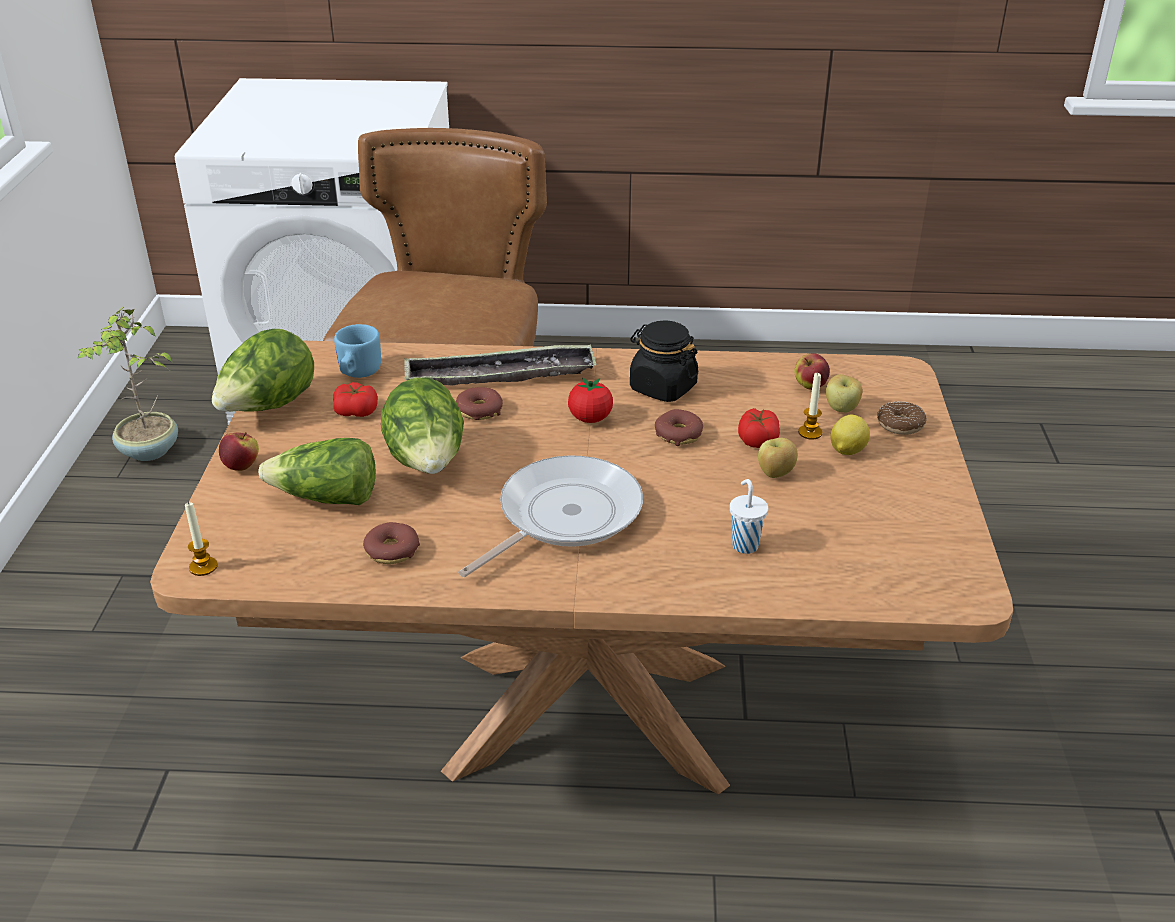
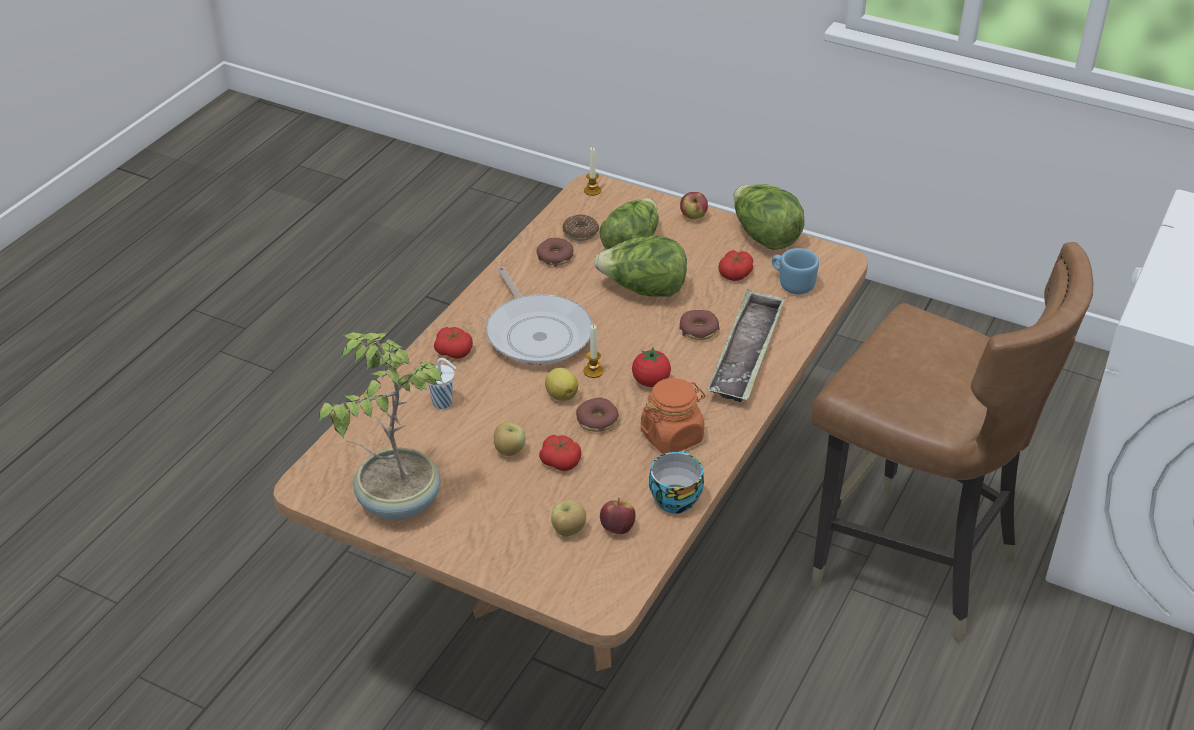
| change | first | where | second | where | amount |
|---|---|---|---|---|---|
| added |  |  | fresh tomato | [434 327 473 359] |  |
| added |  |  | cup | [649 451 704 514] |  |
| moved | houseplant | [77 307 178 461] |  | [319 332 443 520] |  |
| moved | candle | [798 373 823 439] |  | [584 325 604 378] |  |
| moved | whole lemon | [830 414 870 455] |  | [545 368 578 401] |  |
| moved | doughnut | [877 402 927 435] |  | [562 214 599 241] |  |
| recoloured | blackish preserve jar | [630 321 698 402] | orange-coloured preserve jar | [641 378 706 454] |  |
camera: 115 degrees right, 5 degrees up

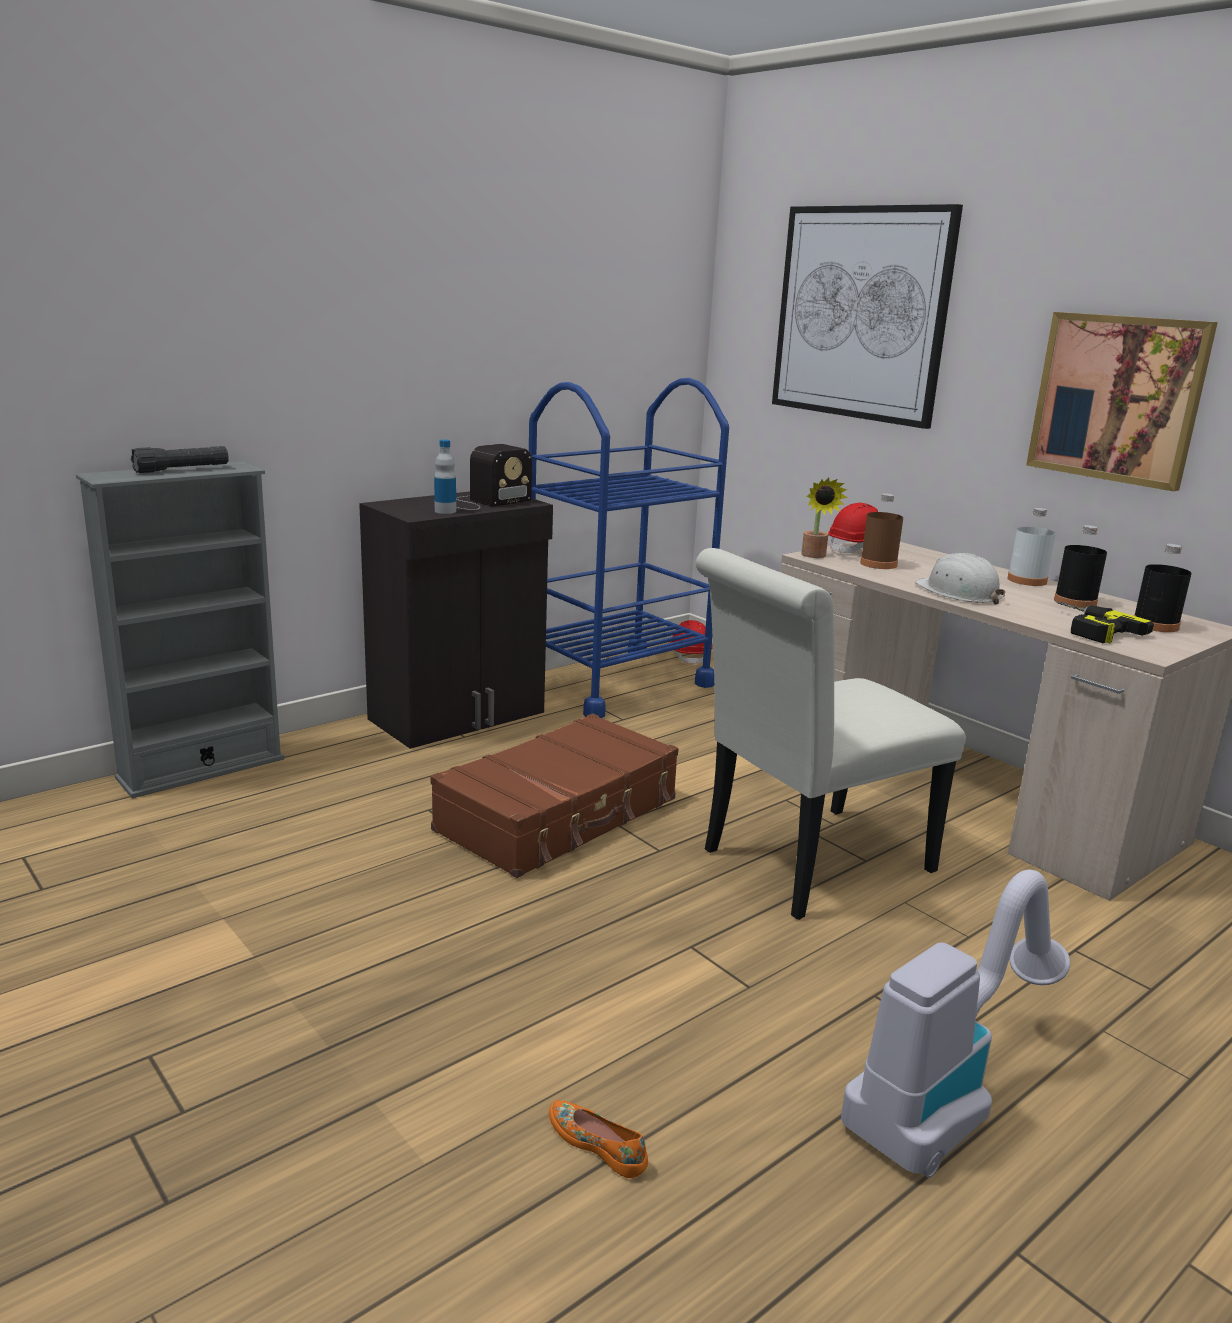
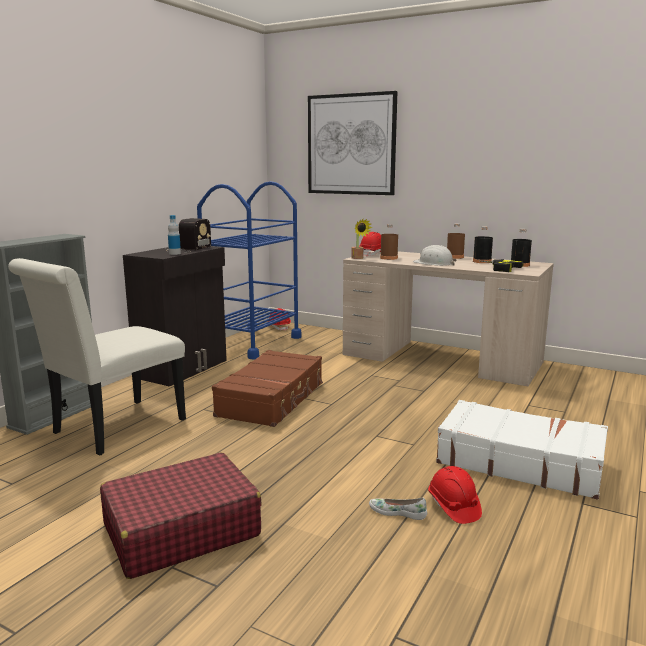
| change | first | where | second | where | amount |
|---|---|---|---|---|---|
| removed | blackish torch | [131 446 228 473] |  |  |  |
| removed | wall picture | [1026 312 1218 491] |  |  |  |
| added |  |  | red suitcase | [100 452 262 579] |  |
| added |  |  | red hard hat | [428 466 482 524] |  |
| moved | whitish chair | [696 548 966 920] |  | [8 258 186 455] |  |
| replaced | vacuum cleaner | [841 870 1070 1178] | whitish suitcase | [436 400 608 500] |  |
| recoloured | orange-coloured low shoe | [549 1100 648 1178] | whitish low shoe | [369 498 427 520] |  |
| recoloured | whitish beverage bottle | [1007 508 1056 586] | brown-coloured beverage bottle | [447 223 465 259] |  |
camera: 20 degrees left, 5 degrees down

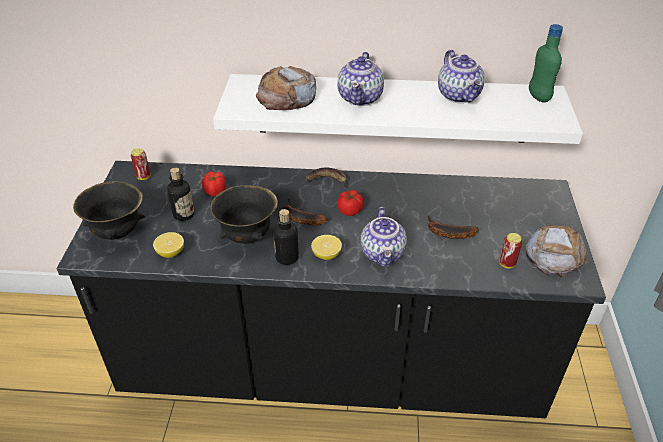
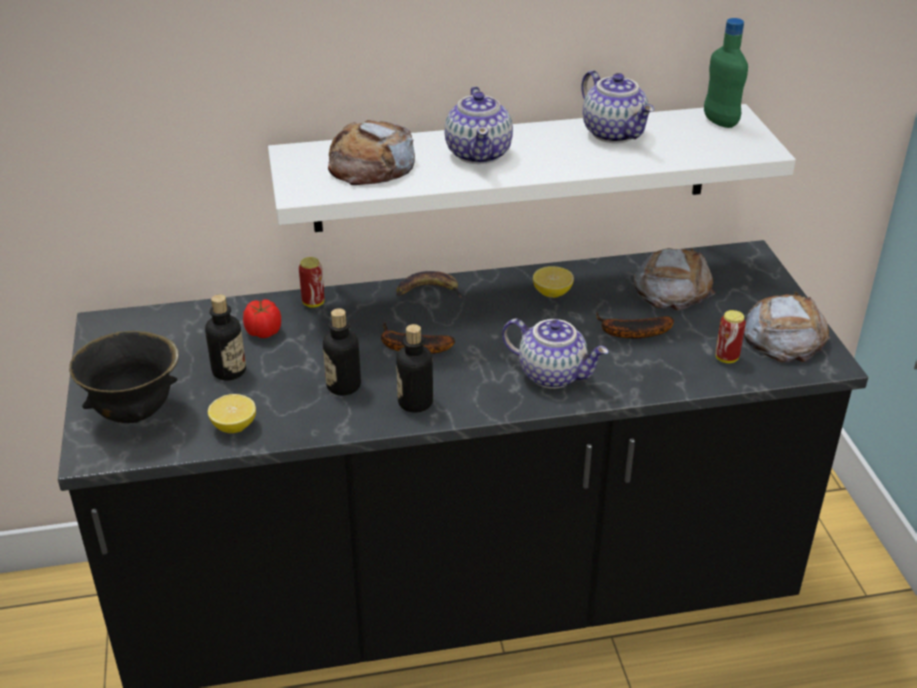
| change | first | where | second | where | amount |
|---|---|---|---|---|---|
| removed | fresh tomato | [337 190 364 216] |  |  |  |
| added |  |  | bakery bread | [634 247 715 311] |  |
| moved | metal can | [131 148 150 180] |  | [299 257 324 308] |  |
| moved | whole lemon | [311 235 342 260] |  | [533 266 574 298] |  |
| replaced | blackish deep dish | [210 185 278 244] | beverage bottle | [323 308 361 396] |  |
| turned | teapot | [361 207 407 267] |  | [502 319 609 389] | 45 degrees counterclockwise |
camera: 15 degrees left, 5 degrees down

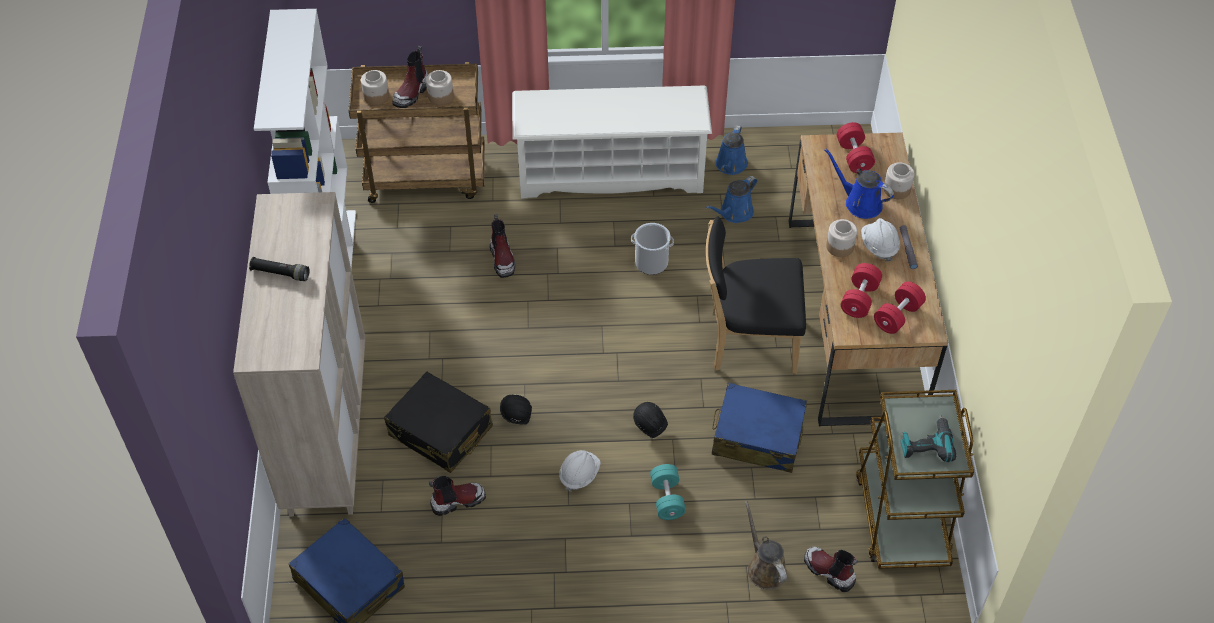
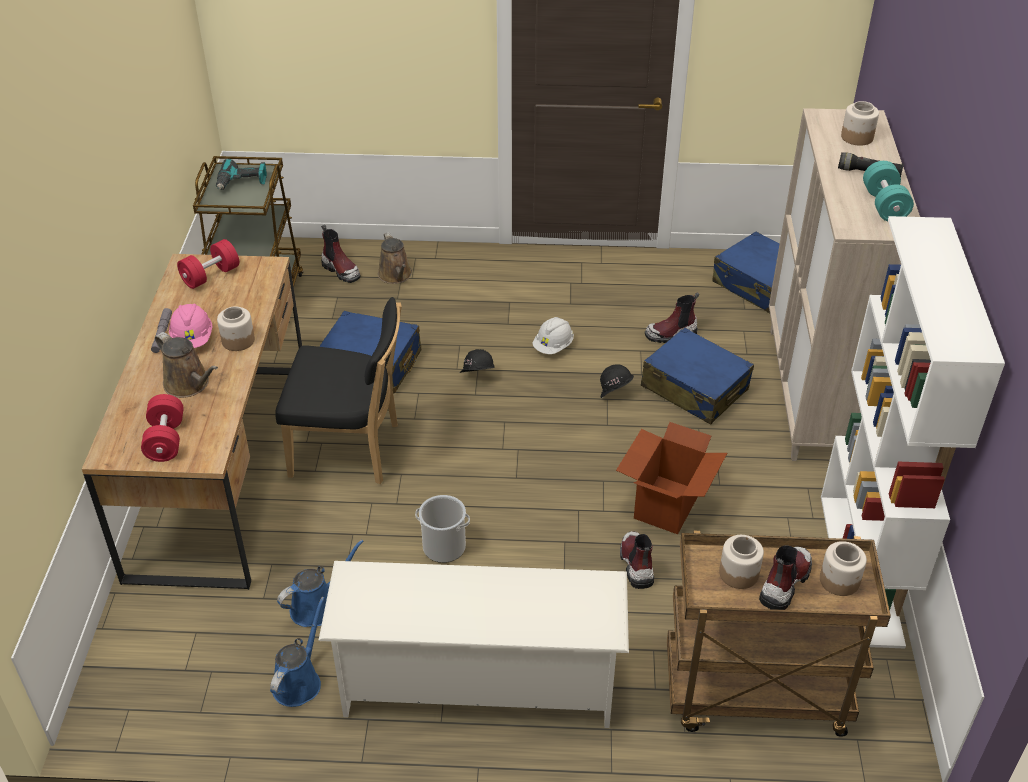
| change | first | where | second | where | amount |
|---|---|---|---|---|---|
| removed | red free weight | [841 263 882 318] |  |  |  |
| added |  |  | packing box | [616 422 727 534] |  |
| moved | turquoise-coloured free weight | [650 464 686 520] |  | [863 161 914 221] |  |
| moved | preserve jar | [884 162 915 199] |  | [841 101 879 146] |  |
| recoloured | blackish suitcase | [384 371 493 473] | bluish suitcase | [641 327 754 425] |  |
| recoloured | bluish watering can | [825 149 894 219] | brown-coloured watering can | [155 332 218 398] |  |
| recoloured | whitish hard hat | [861 218 900 262] | pinkish hard hat | [169 303 213 348] |  |
camera: 175 degrees left, 10 degrees down

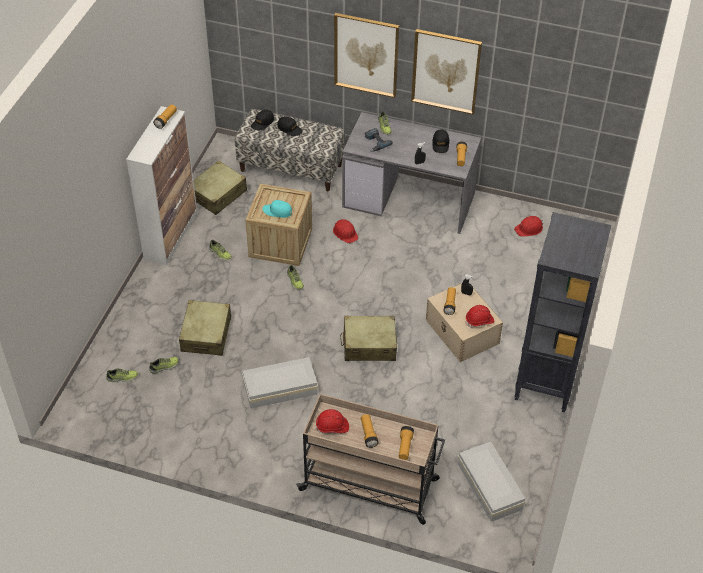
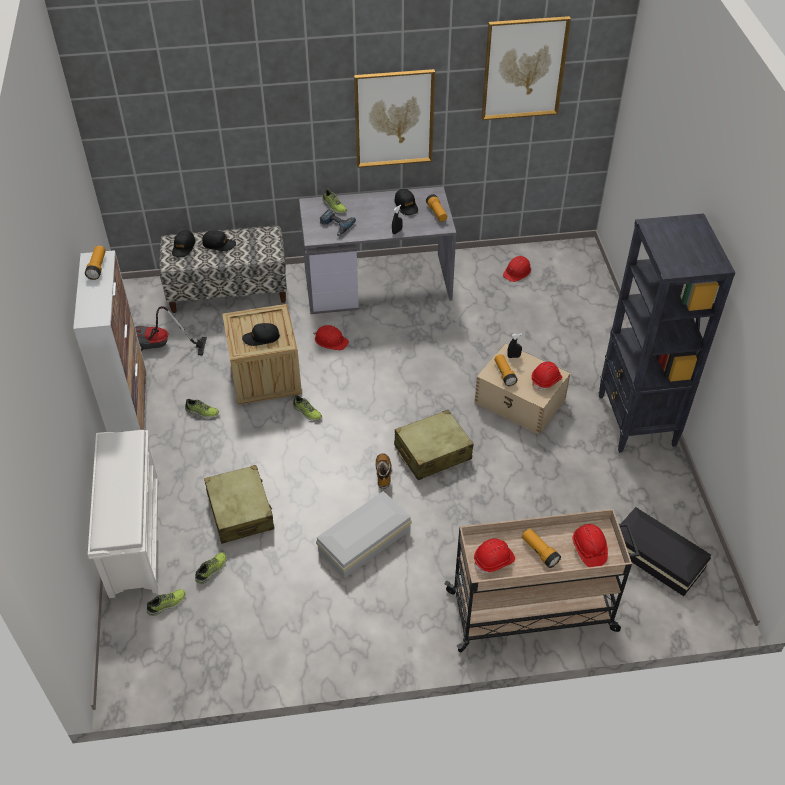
| change | first | where | second | where | amount |
|---|---|---|---|---|---|
| added |  |  | whitish shoe shelf | [88 430 159 598] |  |
| added |  |  | tall boot | [375 453 392 489] |  |
| moved | wall picture | [334 13 399 98] |  | [481 16 571 120] |  |
| replaced | beige suitcase | [193 161 247 215] | vacuum cleaner | [135 306 207 356] |  |
| replaced | torch | [399 426 414 460] | red hard hat | [573 524 608 567] |  |
| recoloured | turquoise-coloured cap | [263 200 292 218] | blackish cap | [242 323 280 346] |  |
| recoloured | whitish storage bin | [458 442 526 522] | blackish storage bin | [620 507 711 596] |  |
camera: 25 degrees left, 0 degrees up

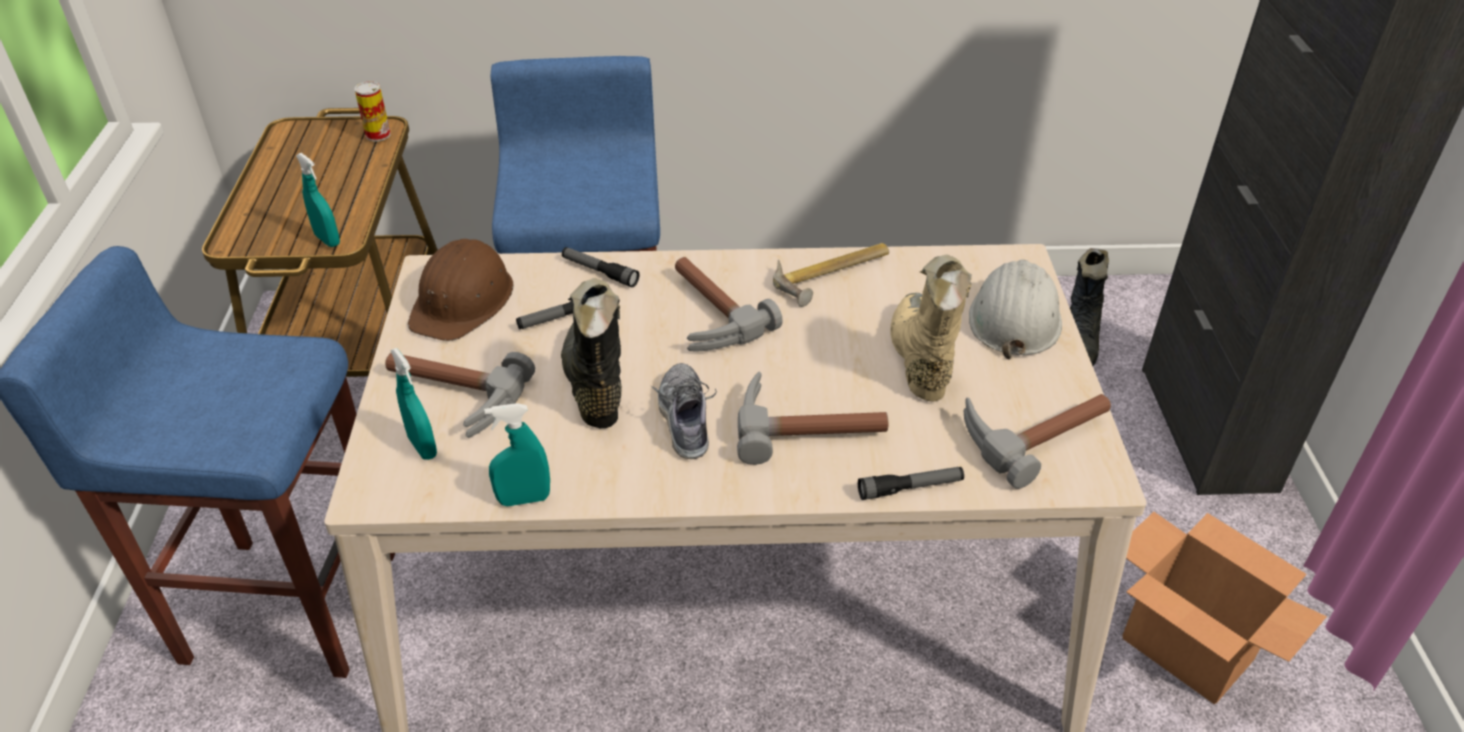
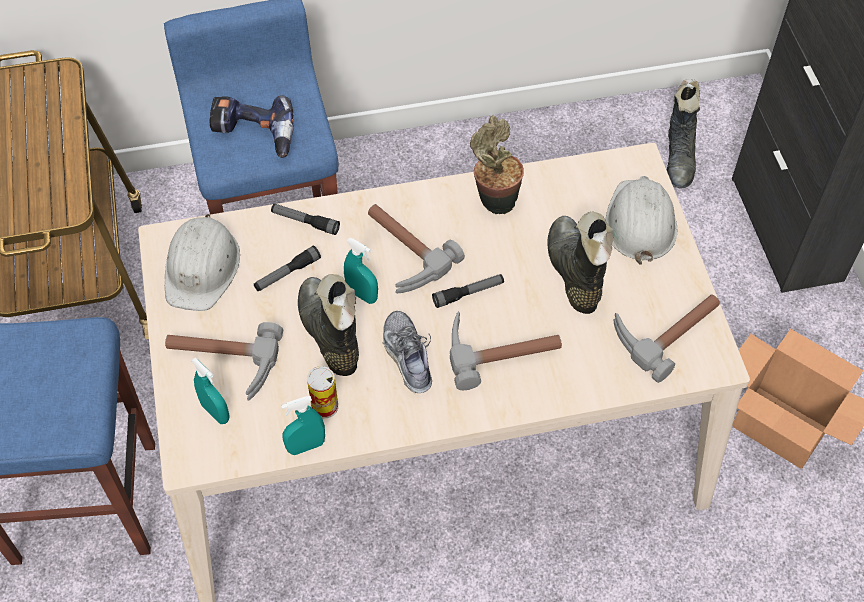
| change | first | where | second | where | amount |
|---|---|---|---|---|---|
| added |  |  | drill | [209 95 294 158] |  |
| moved | turquoise-coloured sprayer | [296 153 340 247] |  | [344 238 378 304] |  |
| moved | metal can | [355 81 391 142] |  | [307 366 338 418] |  |
| moved | torch | [858 467 964 500] |  | [432 274 504 308] |  |
| replaced | hand hammer | [773 243 889 307] | houseplant | [470 115 524 214] |  |
| recoloured | brown-coloured hard hat | [408 239 514 341] | whitish hard hat | [165 214 240 311] |  |
| recoloured | beige tall boot | [891 254 972 402] | blackish tall boot | [547 211 614 314] |  |
camera: 10 degrees left, 15 degrees up

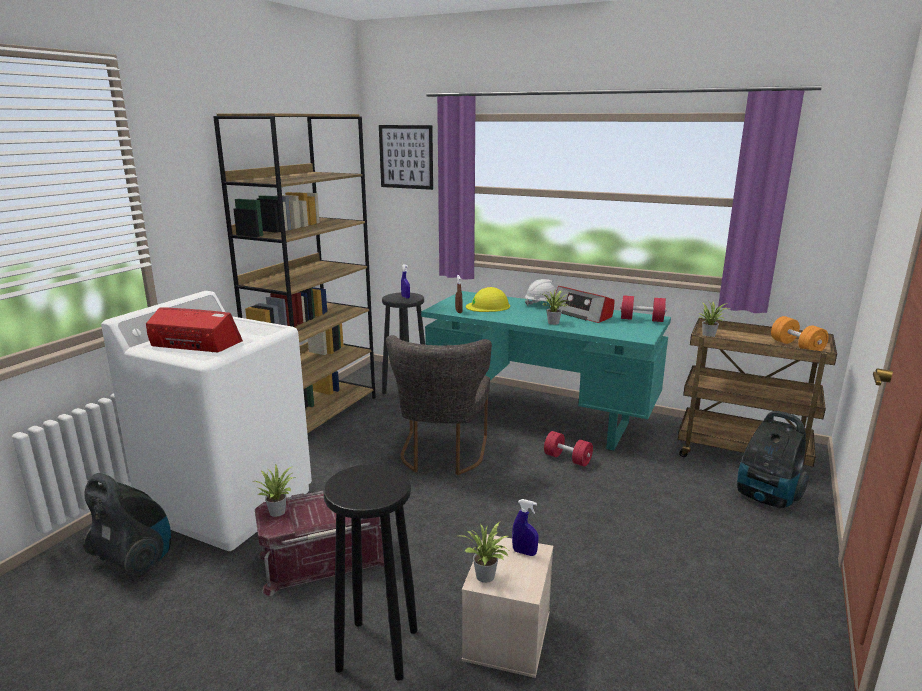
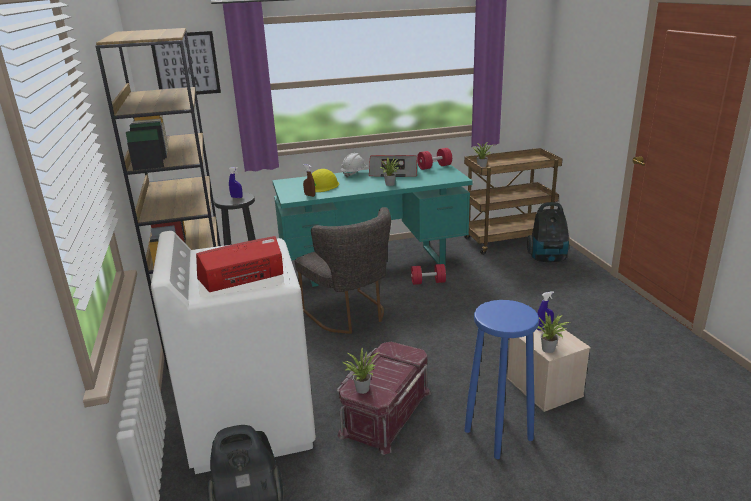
| change | first | where | second | where | amount |
|---|---|---|---|---|---|
| removed | orange-coloured free weight | [771 316 829 351] |  |  |  |
| recoloured | blackish stool seat | [324 464 418 681] | bluish stool seat | [464 300 539 459] |  |
camera: 40 degrees left, 5 degrees up

